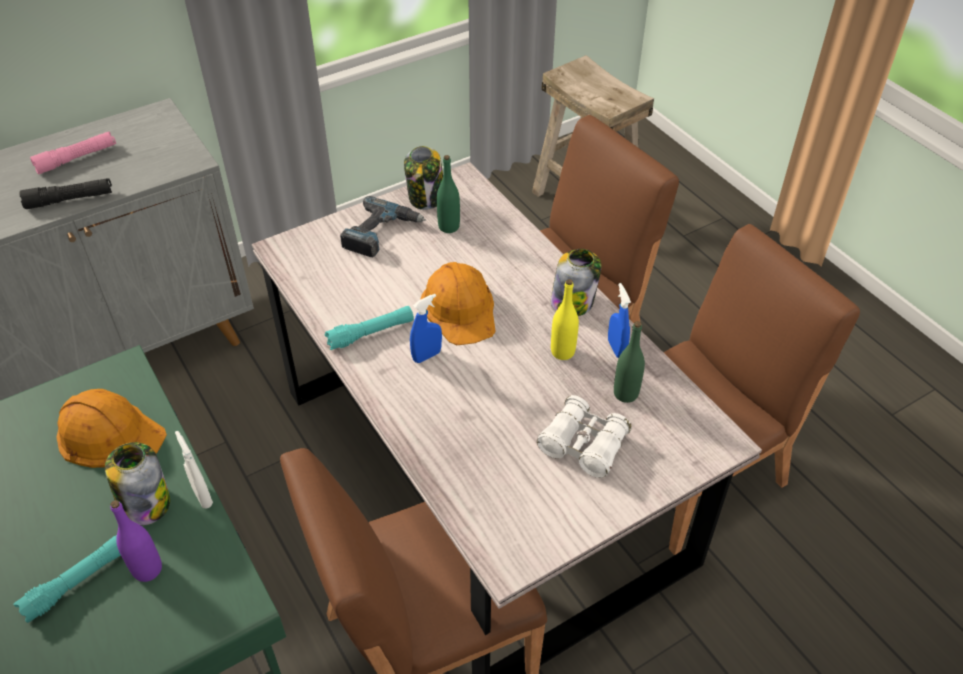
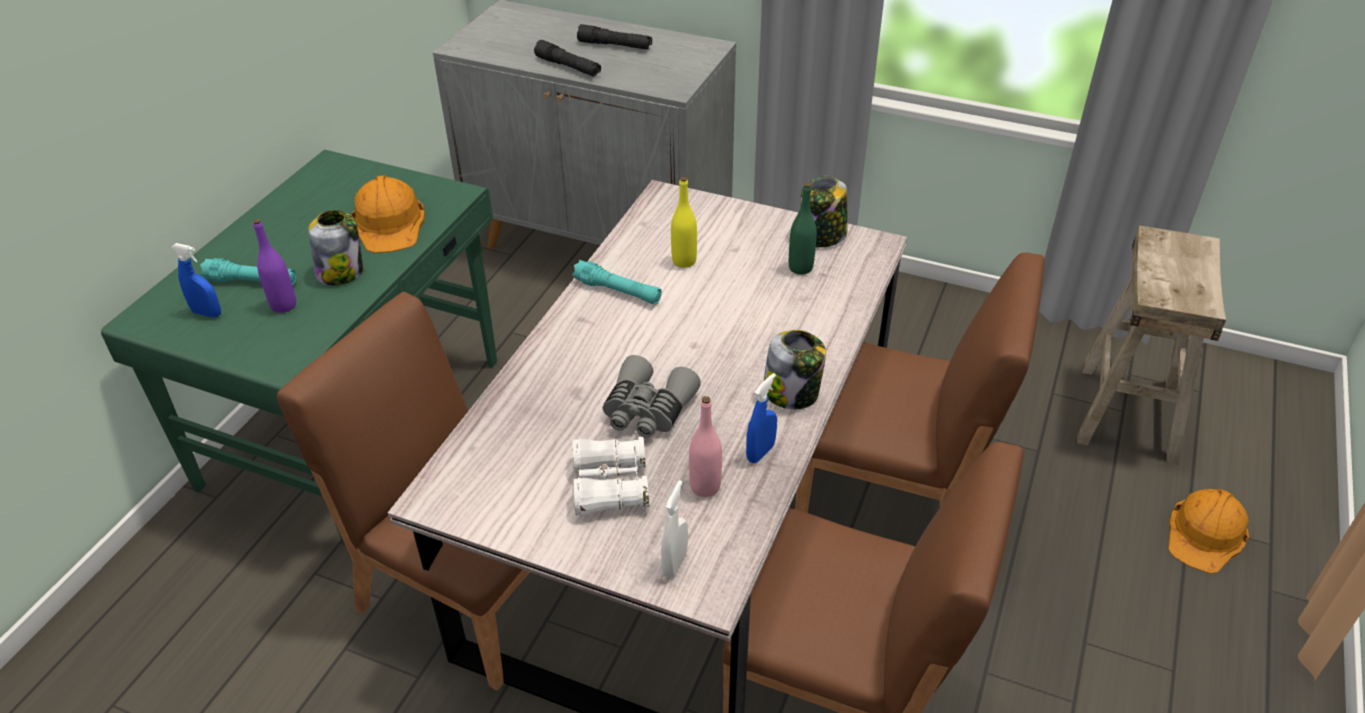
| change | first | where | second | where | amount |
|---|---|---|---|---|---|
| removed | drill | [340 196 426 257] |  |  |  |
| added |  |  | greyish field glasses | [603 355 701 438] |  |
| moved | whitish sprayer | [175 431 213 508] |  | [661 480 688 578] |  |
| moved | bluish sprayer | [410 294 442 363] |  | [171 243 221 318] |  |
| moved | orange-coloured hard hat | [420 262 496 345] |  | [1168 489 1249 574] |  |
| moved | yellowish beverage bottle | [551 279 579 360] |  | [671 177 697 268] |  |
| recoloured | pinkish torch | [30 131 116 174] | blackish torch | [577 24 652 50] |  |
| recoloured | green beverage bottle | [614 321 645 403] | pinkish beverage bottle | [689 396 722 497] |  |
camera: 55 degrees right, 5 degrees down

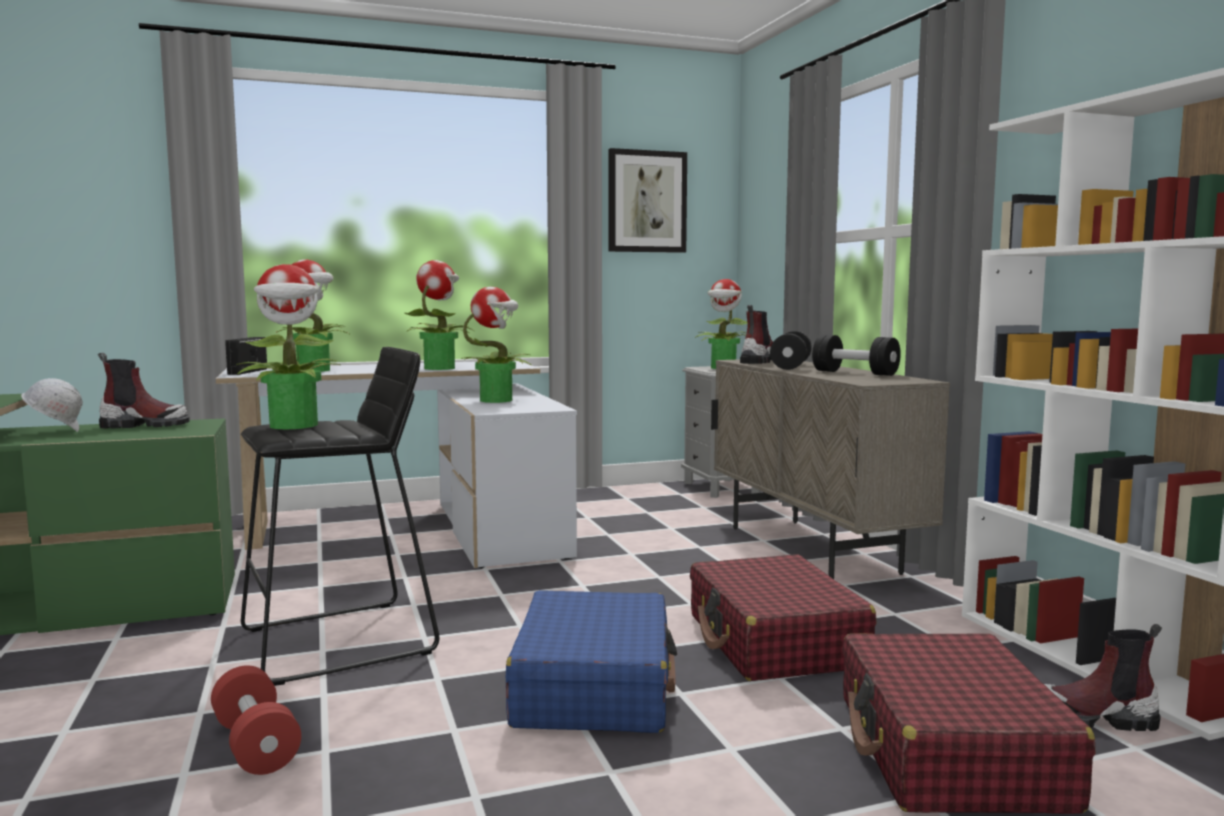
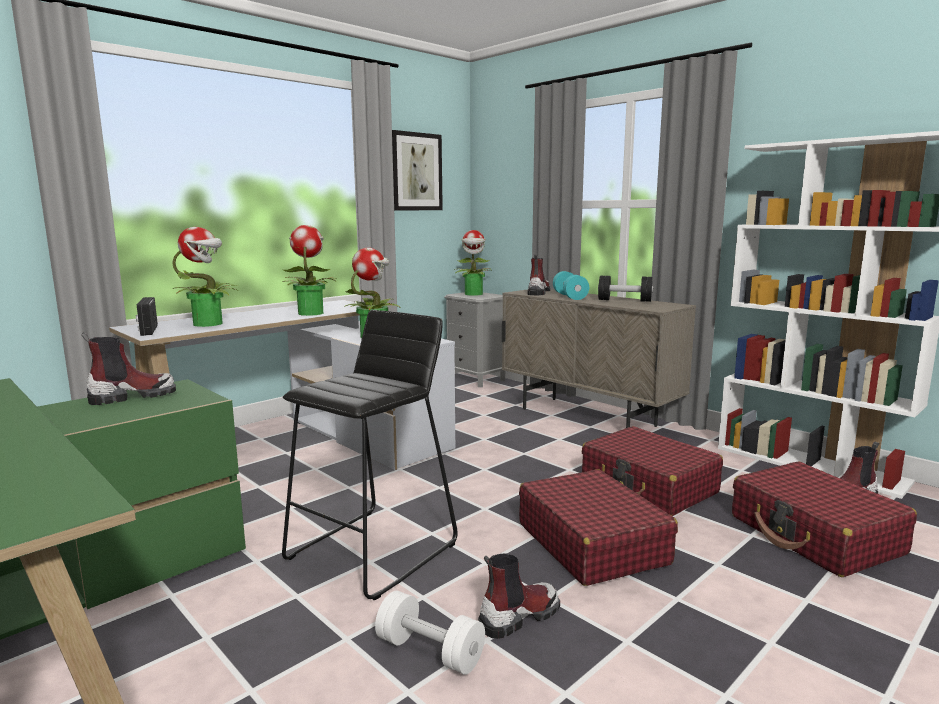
| change | first | where | second | where | amount |
|---|---|---|---|---|---|
| removed | whitish hard hat | [21 378 83 432] |  |  |  |
| removed | houseplant | [237 264 340 429] |  |  |  |
| added |  |  | tall boot | [478 553 560 639] |  |
| recoloured | red free weight | [211 665 301 775] | whitish free weight | [375 591 485 675] |  |
| recoloured | bluish suitcase | [506 590 677 733] | red suitcase | [519 469 678 586] |  |
| recoloured | blackish free weight | [770 331 812 370] | turquoise-coloured free weight | [553 271 589 300] |  |
camera: 25 degrees left, 5 degrees up

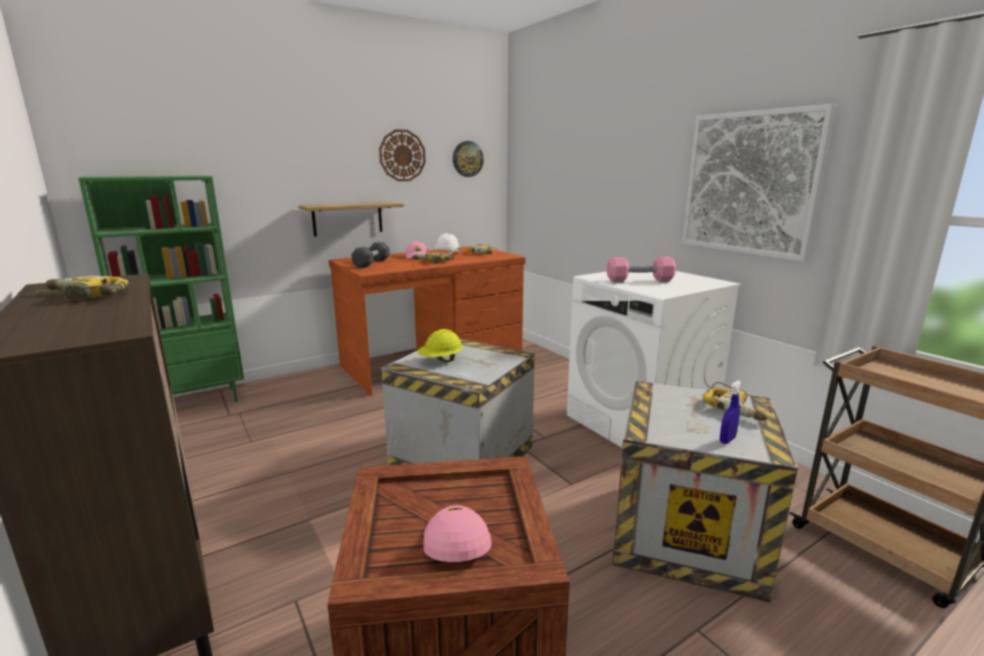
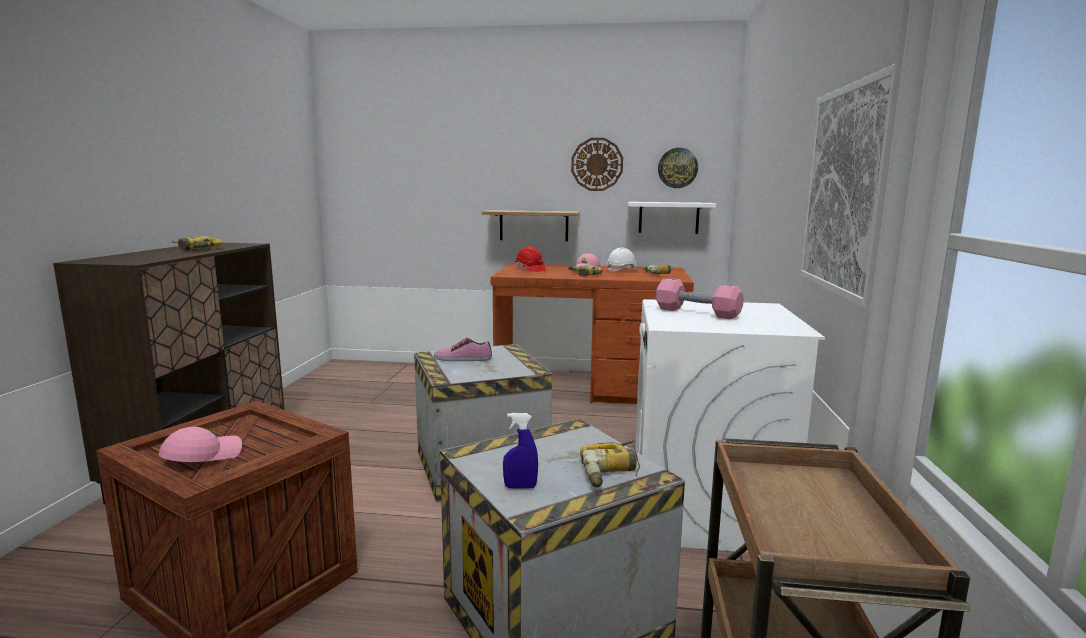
| change | first | where | second | where | amount |
|---|---|---|---|---|---|
| removed | green shelving unit | [78 175 244 403] |  |  |  |
| added |  |  | whitish wall shelf | [628 202 716 234] |  |
| replaced | blackish free weight | [351 242 390 268] | red hard hat | [515 246 546 272] |  |
| replaced | yellowish hard hat | [418 329 463 362] | low shoe | [434 338 492 361] |  |
camera: 40 degrees right, 5 degrees down

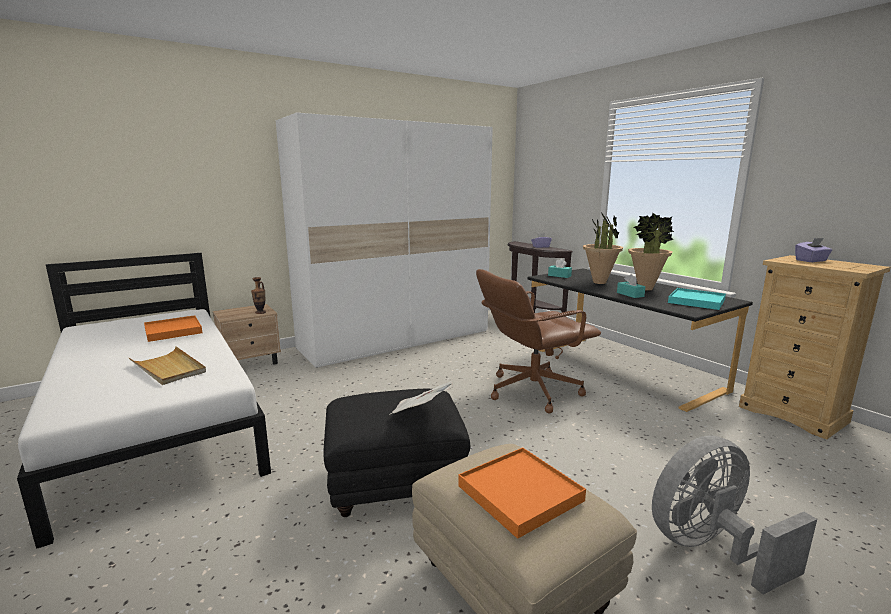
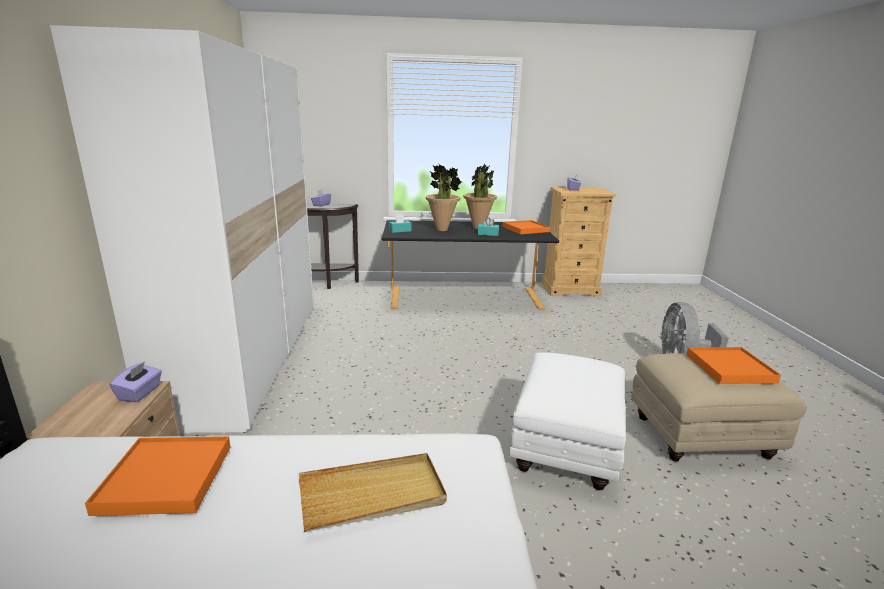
| change | first | where | second | where | amount |
|---|---|---|---|---|---|
| removed | printed paper | [389 381 453 415] |  |  |  |
| removed | brown-coloured office chair | [476 269 601 413] |  |  |  |
| replaced | decorative vase | [251 277 266 314] | purple-coloured tissue holder | [110 362 162 402] |  |
| recoloured | blackish ottoman | [323 389 471 517] | whitish ottoman | [509 352 626 490] |  |
| recoloured | turquoise-coloured serving tray | [668 288 726 310] | orange-coloured serving tray | [503 220 550 234] |  |
camera: 60 degrees left, 5 degrees up

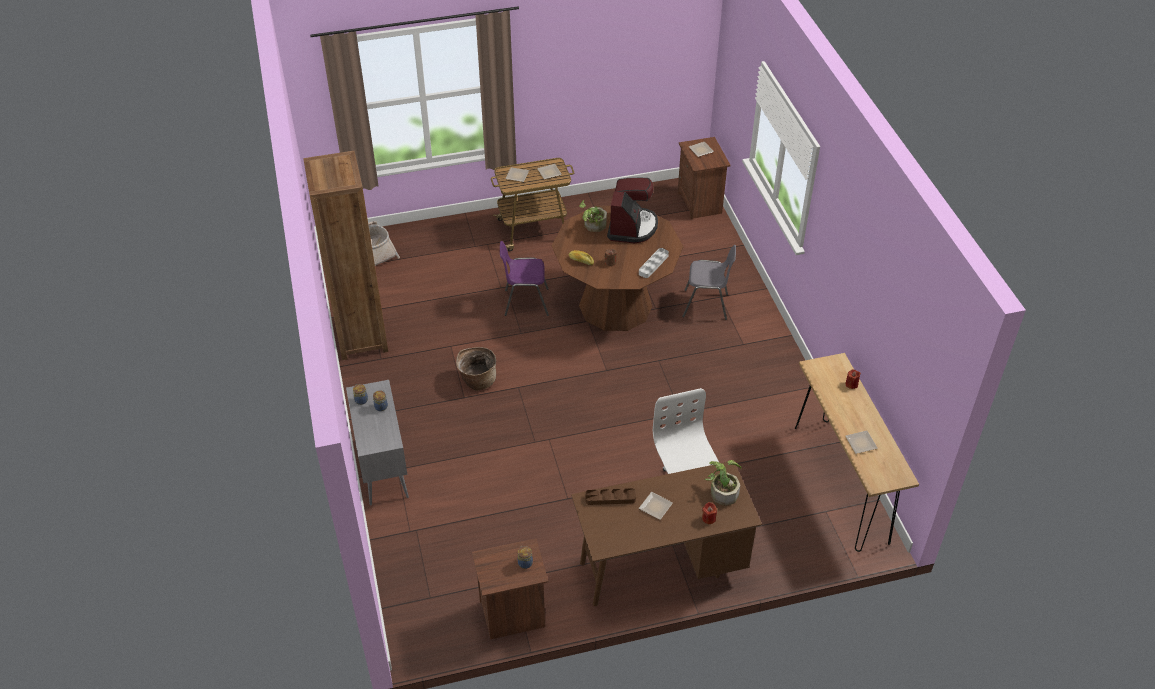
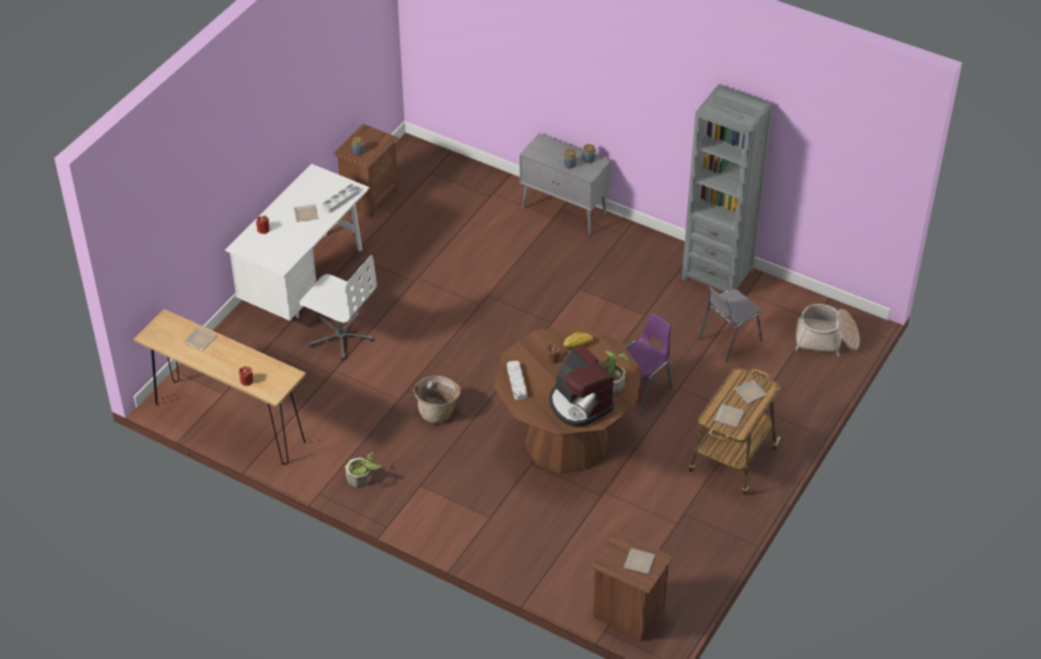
| change | first | where | second | where | amount |
|---|---|---|---|---|---|
| moved | storage basket | [456 347 496 391] |  | [413 375 461 423] |  |
| moved | greyish chair | [682 245 736 320] |  | [699 287 763 362] |  |
| moved | houseplant | [705 460 742 506] |  | [345 452 381 488] |  |
| recoloured | brown-coloured shelving unit | [303 151 388 360] | greyish shelving unit | [682 84 773 291] |  |
| recoloured | brown-coloured desk | [571 462 762 606] | whitish desk | [225 164 370 321] |  |
| recoloured | brown-coloured serving tray | [585 488 636 505] | greyish serving tray | [322 184 360 213] |  |
camera: 135 degrees right, 0 degrees up

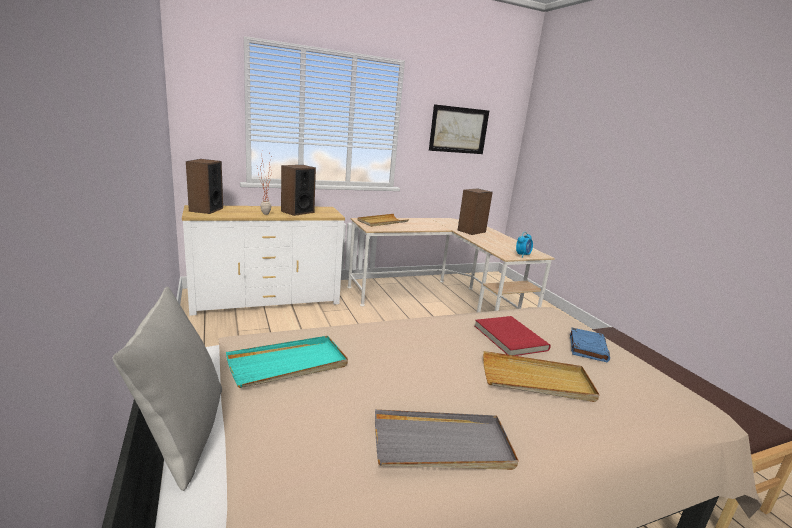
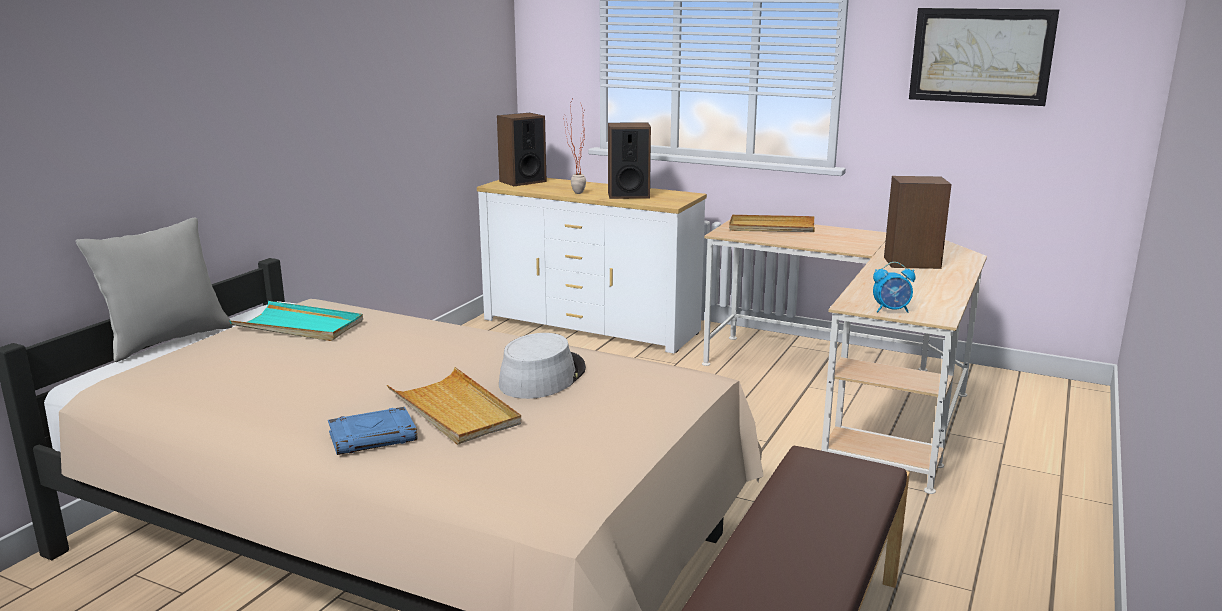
| change | first | where | second | where | amount |
|---|---|---|---|---|---|
| removed | greyish serving tray | [375 409 519 470] |  |  |  |
| moved | bluish book | [570 328 610 362] |  | [328 407 417 455] |  |
| replaced | red book | [475 316 550 356] | greyish clothing hat | [499 333 586 399] |  |
camera: 50 degrees right, 0 degrees up

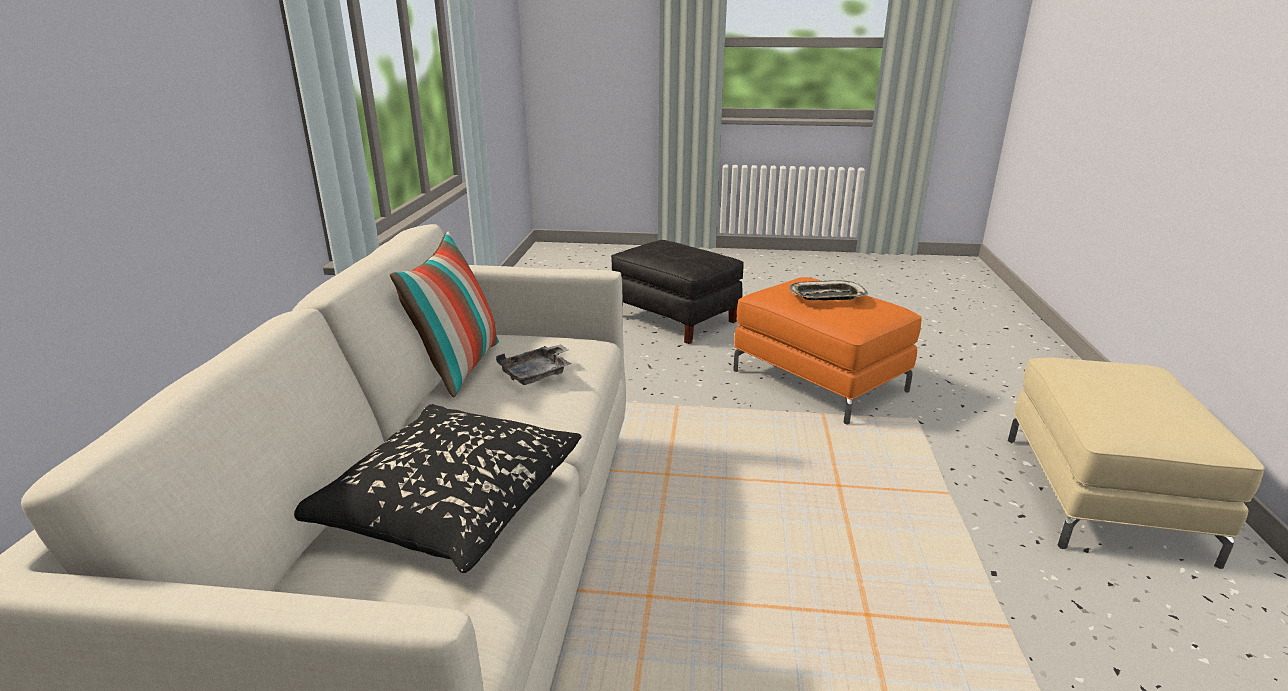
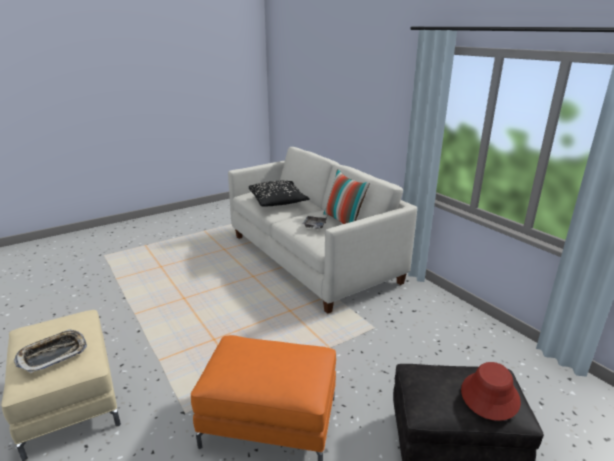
| change | first | where | second | where | amount |
|---|---|---|---|---|---|
| added |  |  | red clothing hat | [461 362 521 421] |  |
| moved | serving tray | [790 280 868 300] |  | [14 329 87 373] |  |
camera: 140 degrees right, 0 degrees up

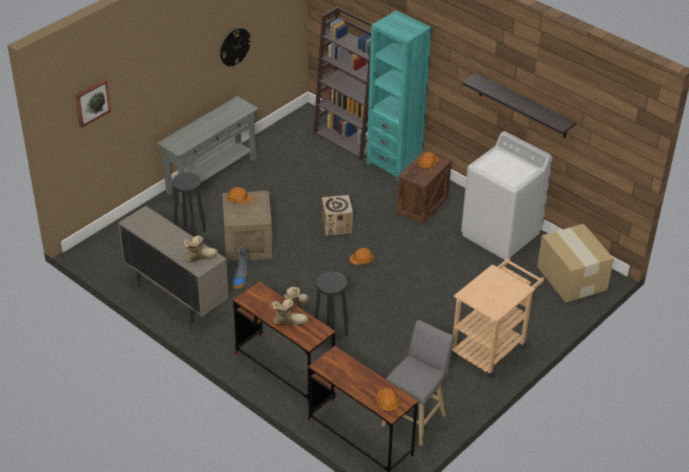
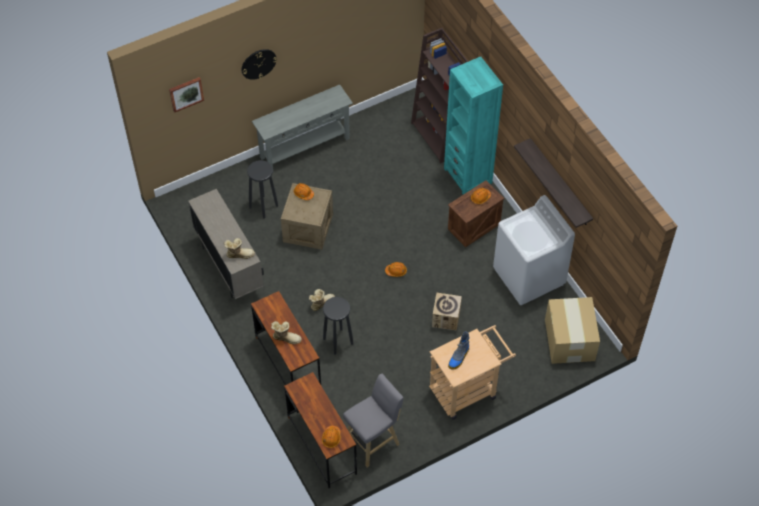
| change | first | where | second | where | amount |
|---|---|---|---|---|---|
| moved | hanging clock | [220 28 251 66] |  | [241 49 277 80] |  |
| moved | tall boot | [233 247 249 289] |  | [448 331 470 370] |  |
| moved | packing box | [322 195 353 235] |  | [432 293 462 331] |  |
camera: 20 degrees right, 15 degrees up

